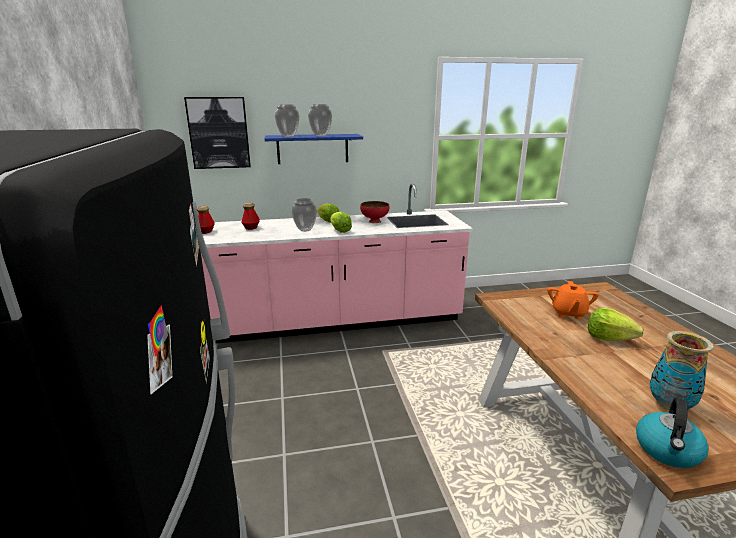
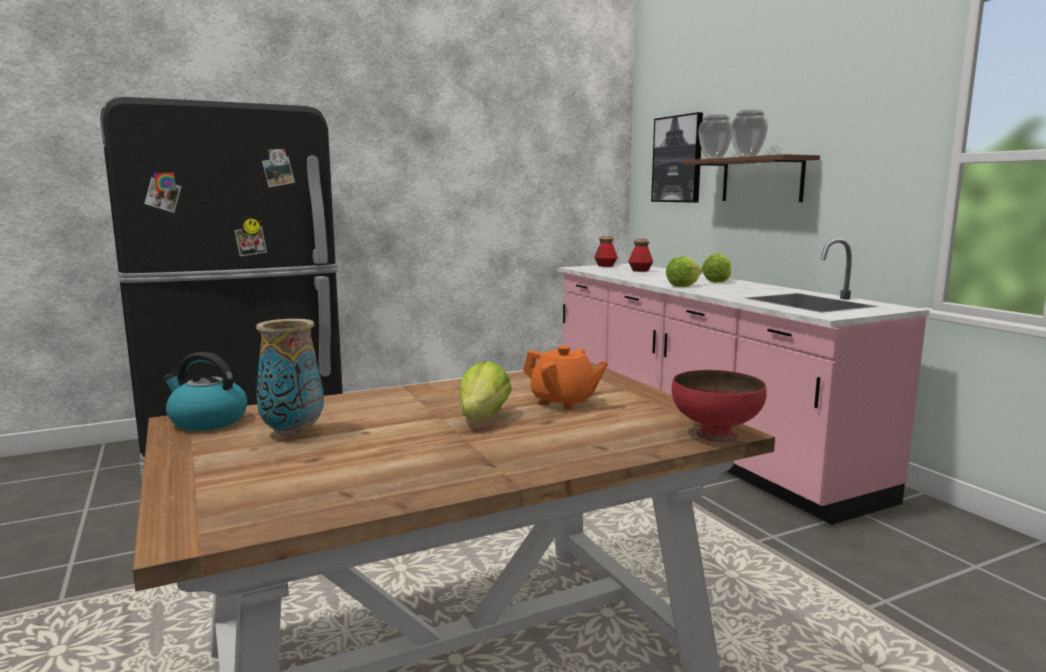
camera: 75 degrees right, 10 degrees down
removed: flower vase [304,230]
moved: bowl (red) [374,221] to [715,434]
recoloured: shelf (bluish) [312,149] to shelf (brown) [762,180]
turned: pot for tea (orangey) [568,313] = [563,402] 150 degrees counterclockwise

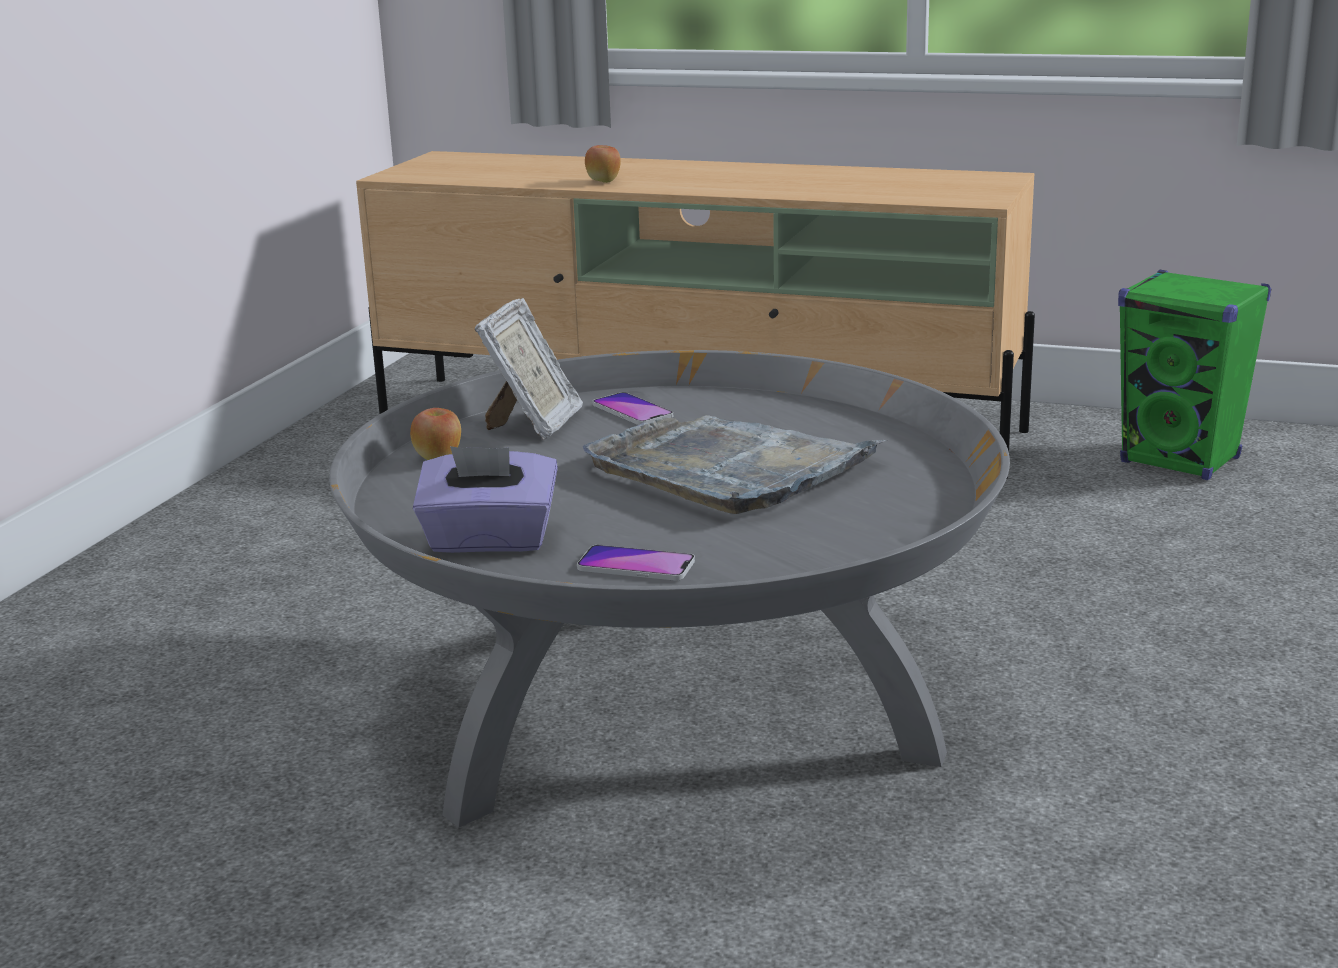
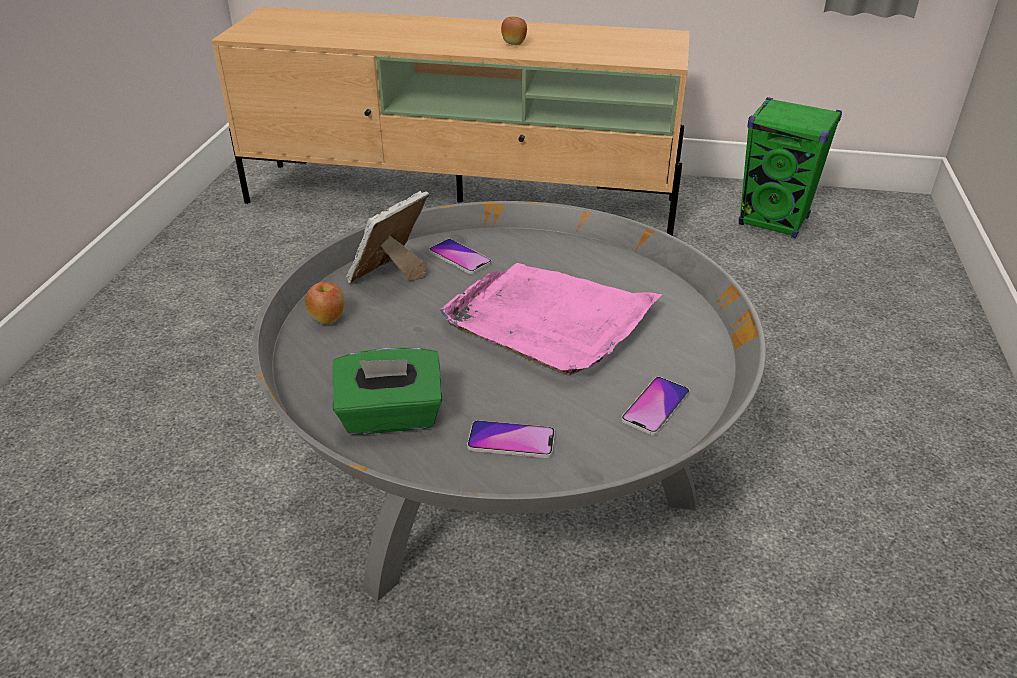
camera: 10 degrees left, 15 degrees up
added: telephone [655,407]
moved: whole apple [603,181] to [514,44]
recoloured: box of tissues (purplish) [489,541] to box of tissues (greenish) [390,417]; tray (gray) [730,469] to tray (pinkish) [549,321]
turned: standing frame [533,424] = [390,276] 150 degrees counterclockwise

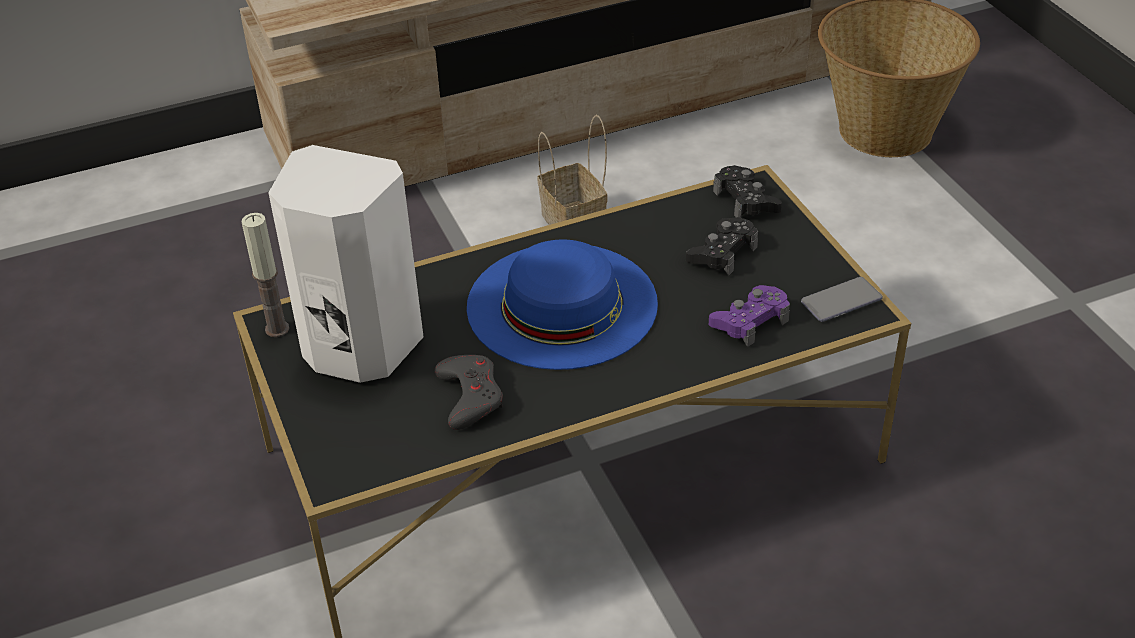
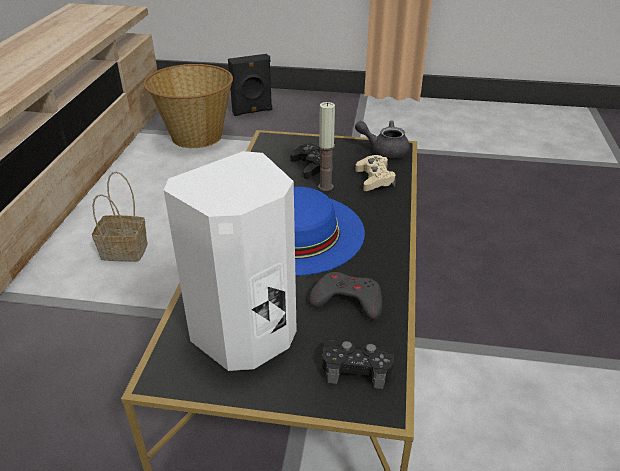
camera: 60 degrees left, 5 degrees down
added: speaker (blackish) [252,111]
moved: wax light [277,329] to [325,186]; joypad (blackish) [746,200] to [357,367]
replaced: telephone [841,301] to pot for tea (gray) [384,150]
recoloured: joypad (purplish) [750,321] to joypad (beige-coloured) [374,179]

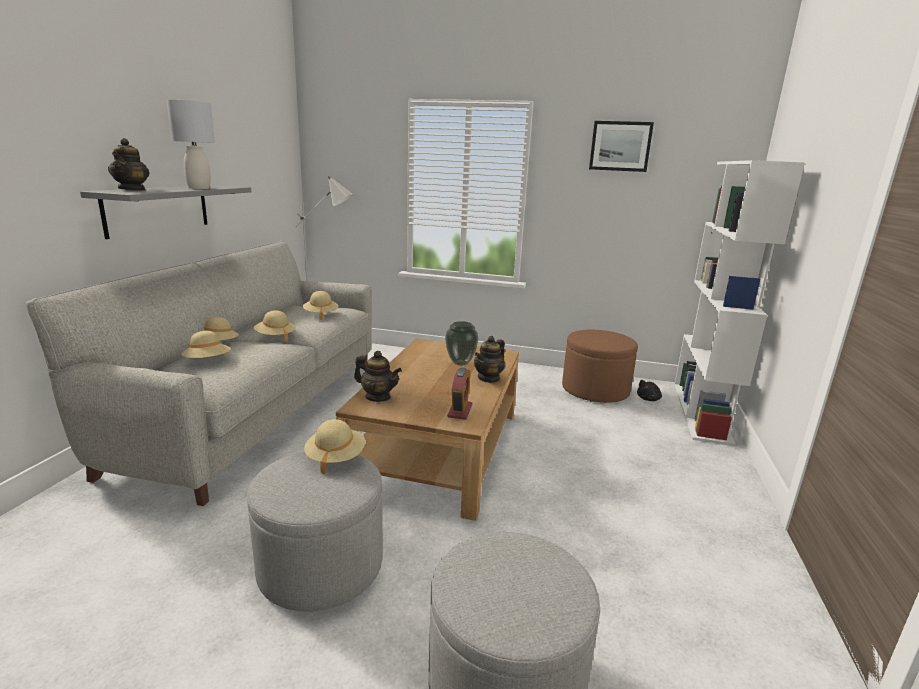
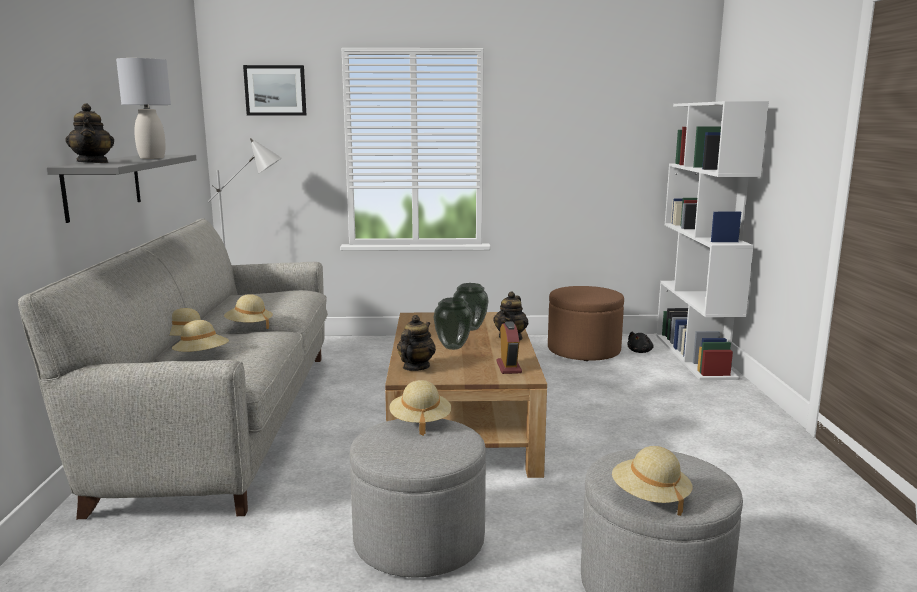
camera: 15 degrees left, 5 degrees down
added: flower vase [453,347]
moved: picture [620,146] to [275,90]; hat (beige-coloured) [321,314] to [650,497]
turned: pot for tea [378,397] = [415,367] 75 degrees counterclockwise

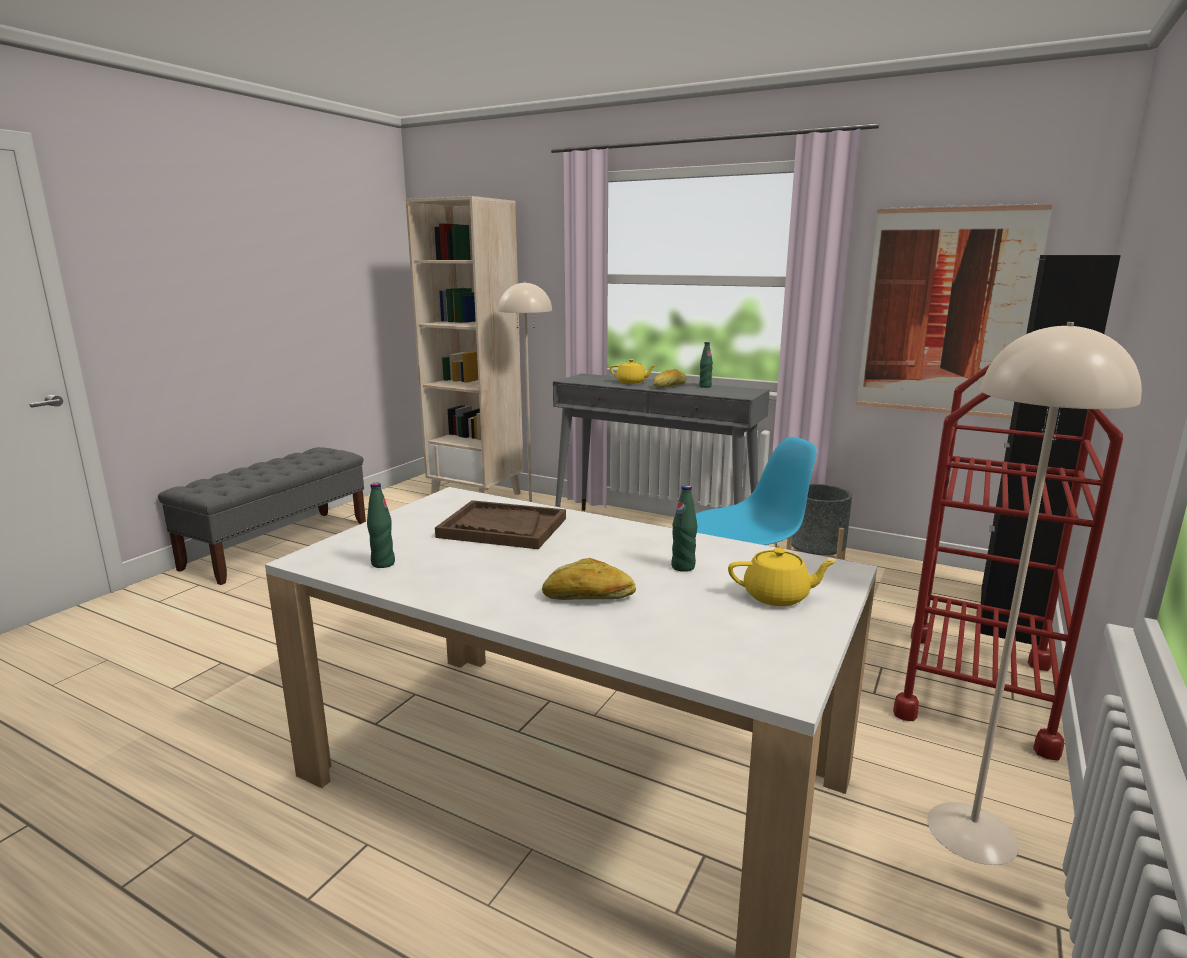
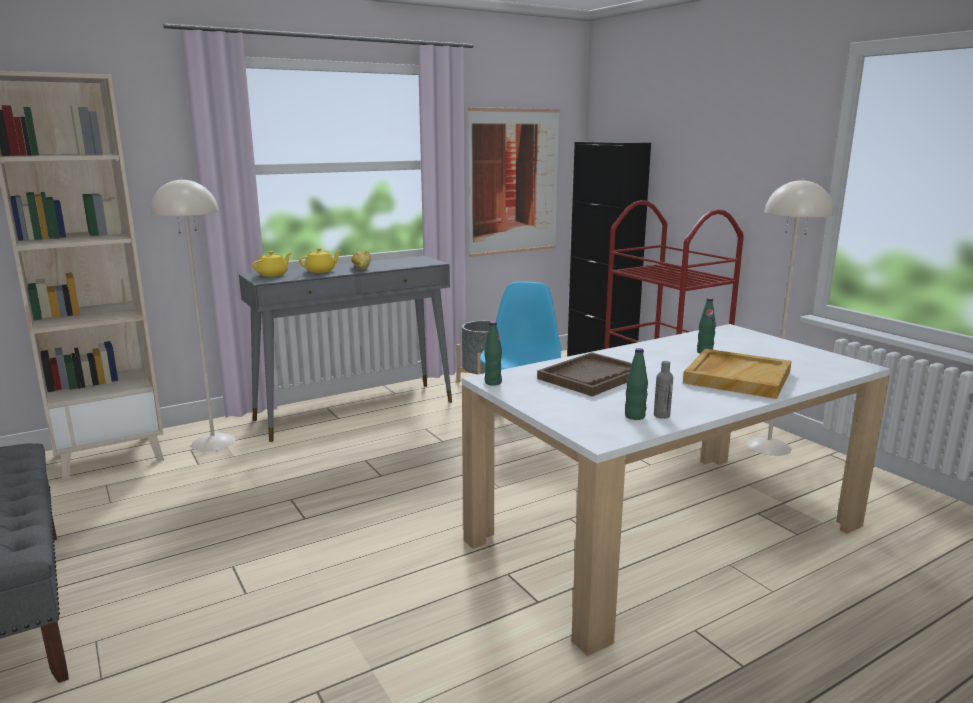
camera: 60 degrees left, 0 degrees up
added: bottle (gray) [661,415]
moved: pot for tea (yellow-coloured) [777,596] to [273,274]; bottle (greenish) [705,386] to [493,382]
replaced: baked bread [588,597] to tray (beige-coloured) [736,377]

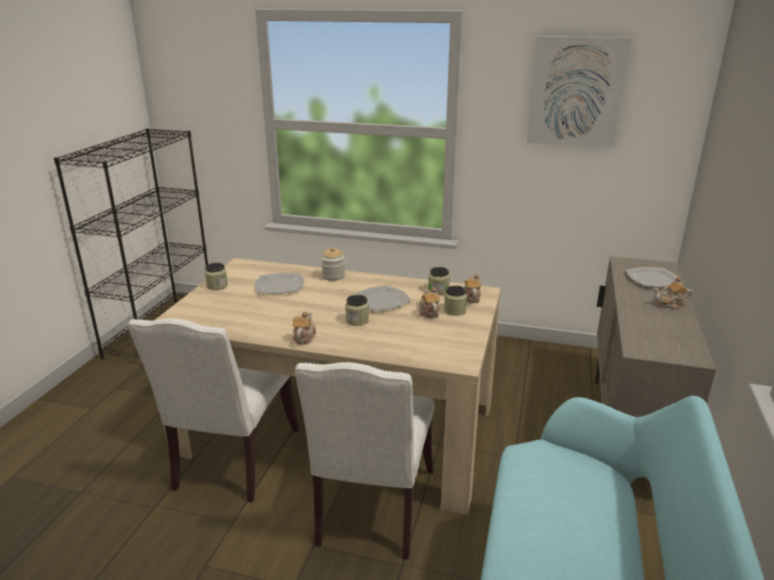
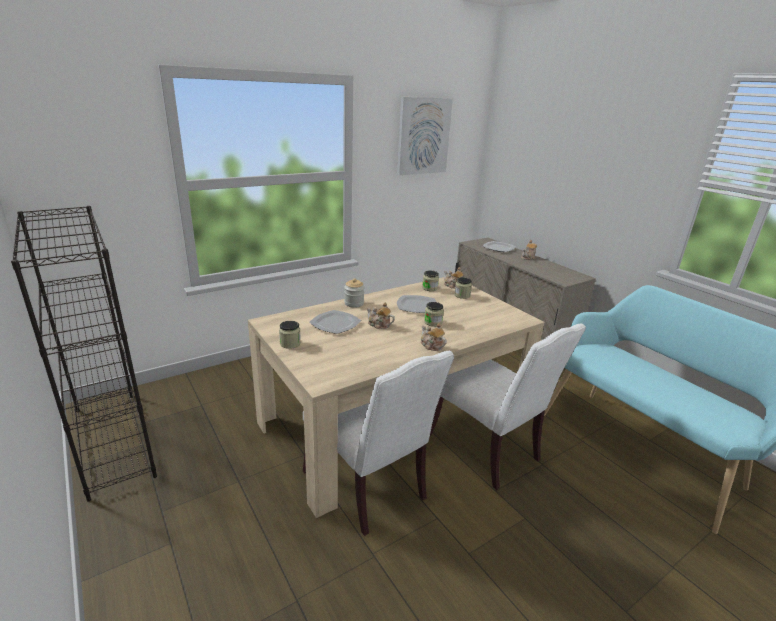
camera: 50 degrees left, 0 degrees up
moved: pot for tea [428,312] to [379,325]

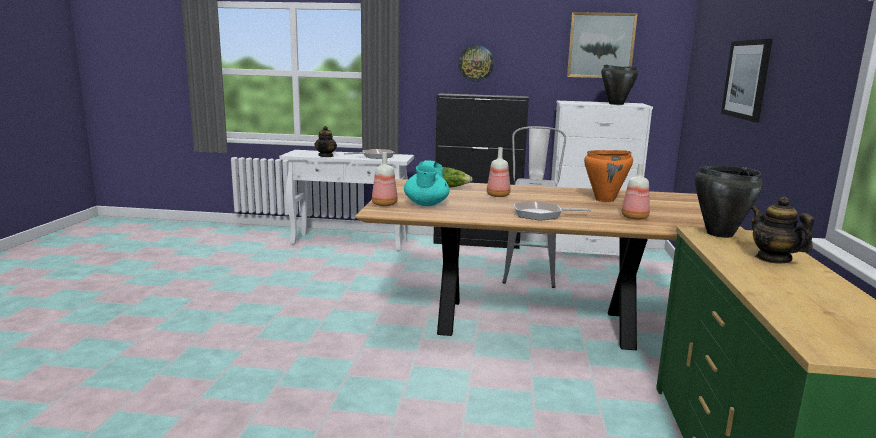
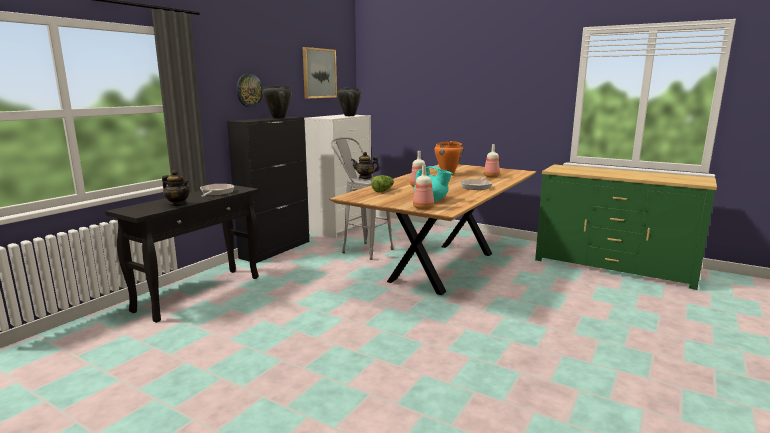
camera: 65 degrees left, 0 degrees up
removed: picture [747,79]
moved: cooking pot (blackish) [719,234] to [278,118]; pot for tea [773,259] to [365,177]
recoloured: narrow table (white) [350,242] to narrow table (blackish) [200,293]

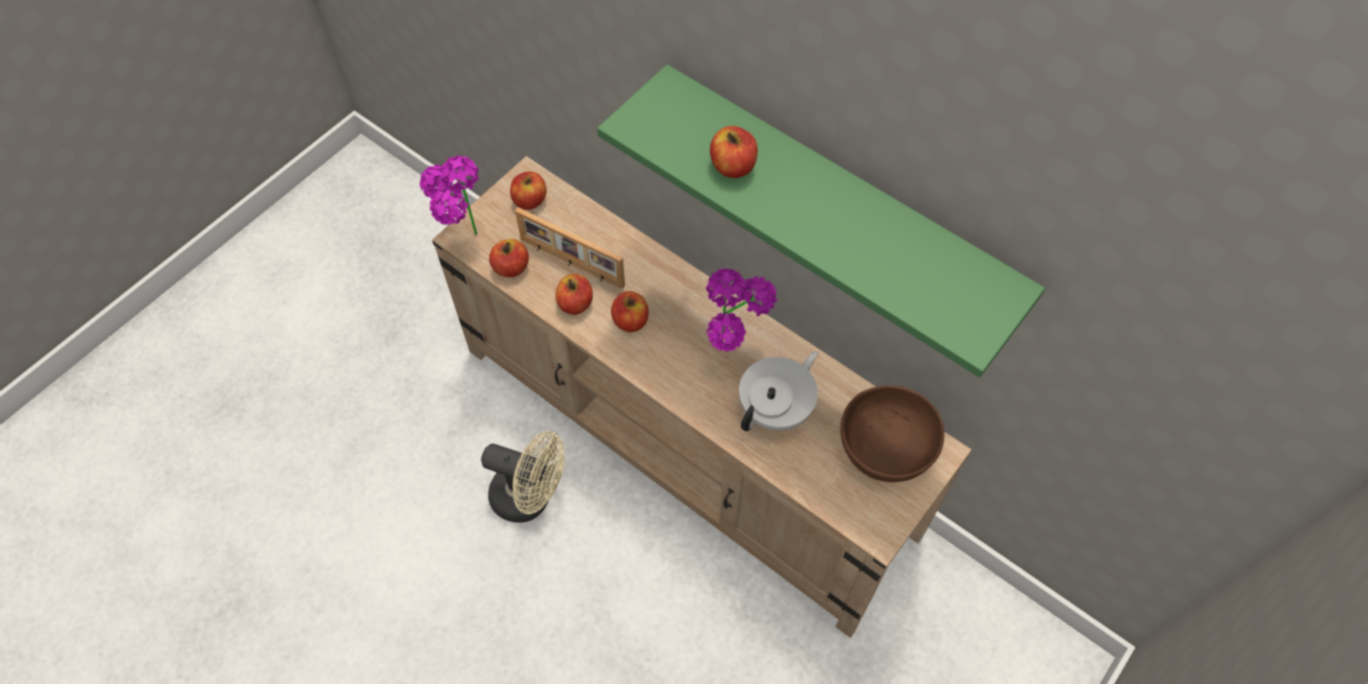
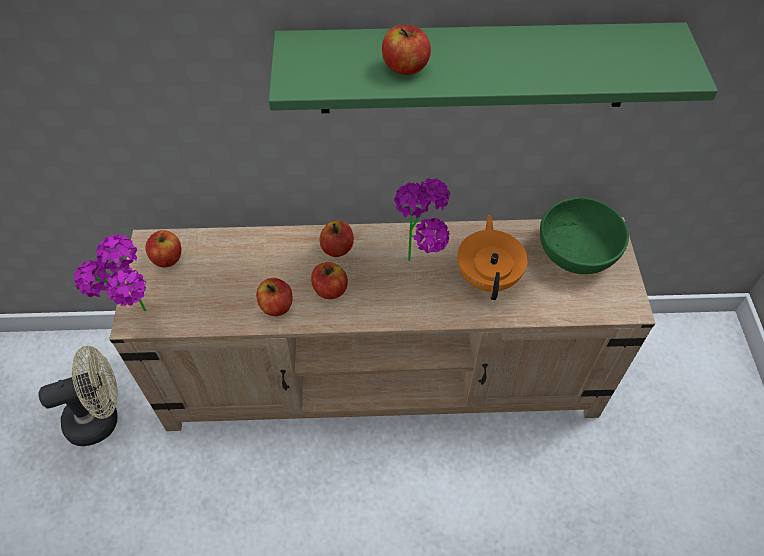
camera: 40 degrees left, 5 degrees down
removed: standing frame [571,263]
moved: cooling fan (beige-coloured) [530,497] to [101,418]; whole apple [511,267] to [337,248]
recoloured: pot for tea (white) [776,409] to pot for tea (orangey) [488,277]; bowl (brown) [885,447] to bowl (greenish) [577,251]

